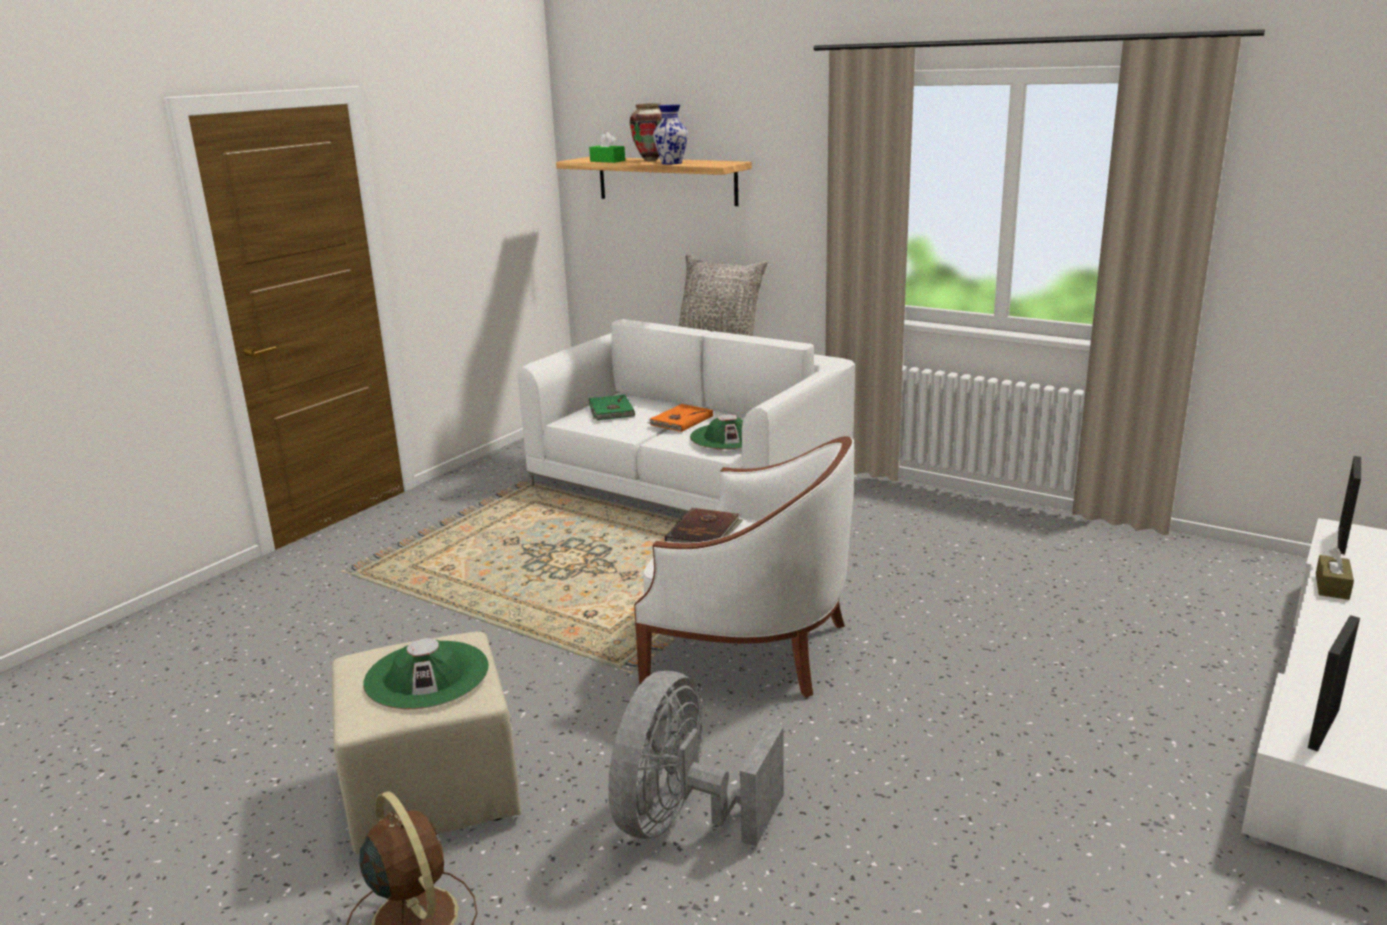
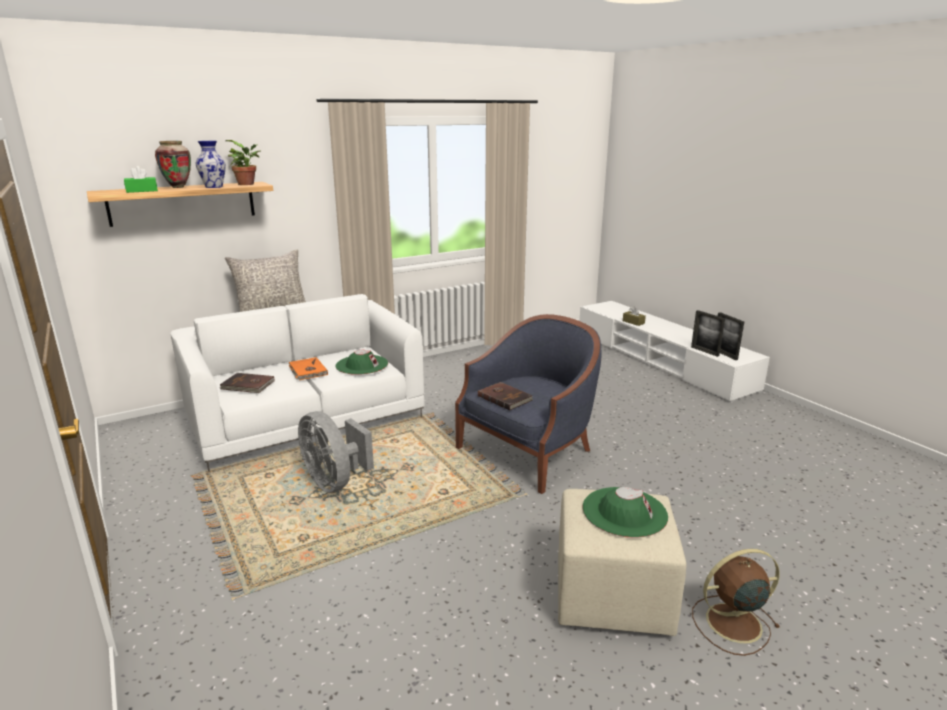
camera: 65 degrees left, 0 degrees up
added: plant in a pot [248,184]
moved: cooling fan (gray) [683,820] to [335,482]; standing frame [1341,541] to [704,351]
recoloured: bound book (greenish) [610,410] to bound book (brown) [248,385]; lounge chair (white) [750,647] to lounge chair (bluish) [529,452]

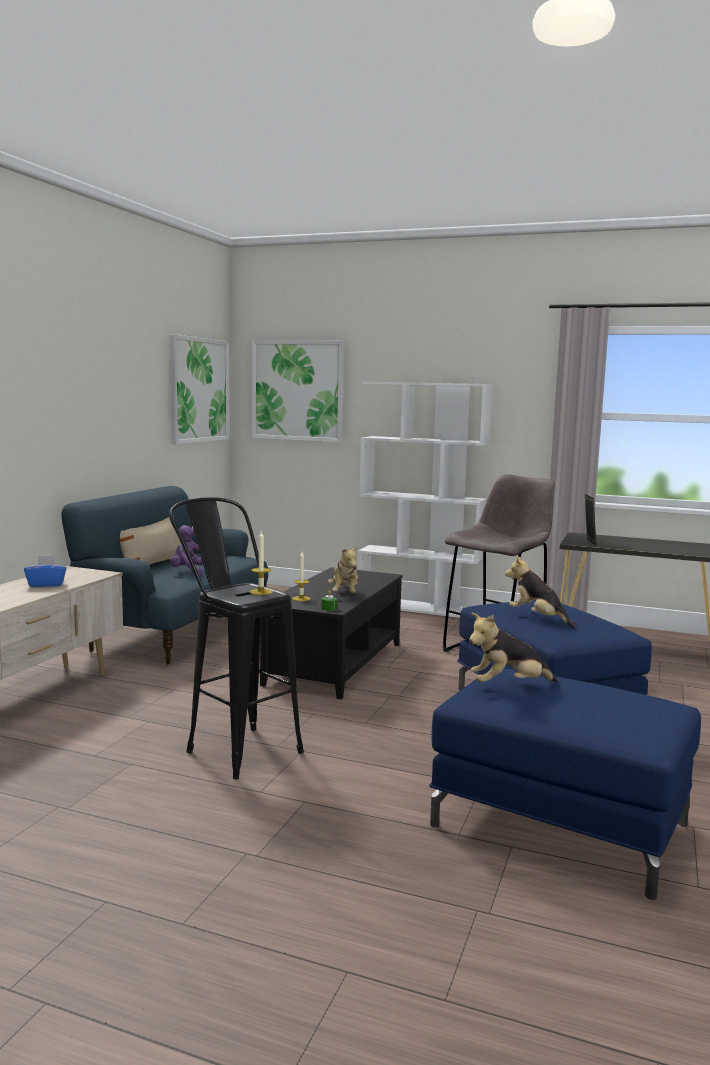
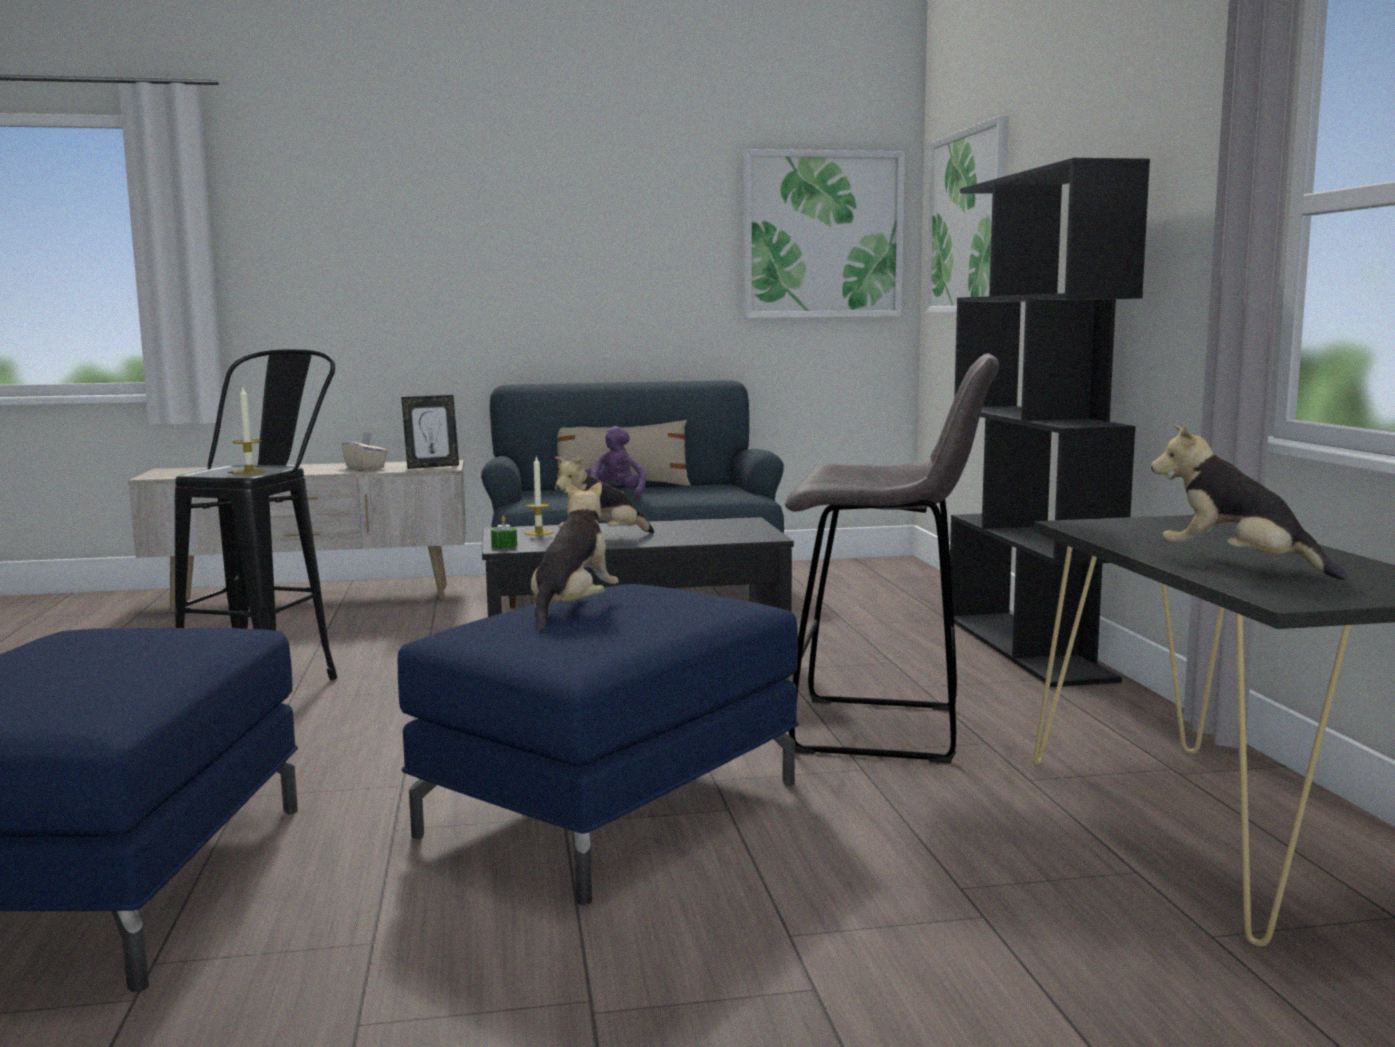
camera: 60 degrees right, 0 degrees up
moved: standing frame [588,542] to [432,466]; plush toy [508,686] to [1238,566]
recoloured: box of tissues (bluish) [46,584] to box of tissues (beige-coloured) [366,467]; bookshelf (white) [419,608] to bookshelf (blackish) [1028,648]

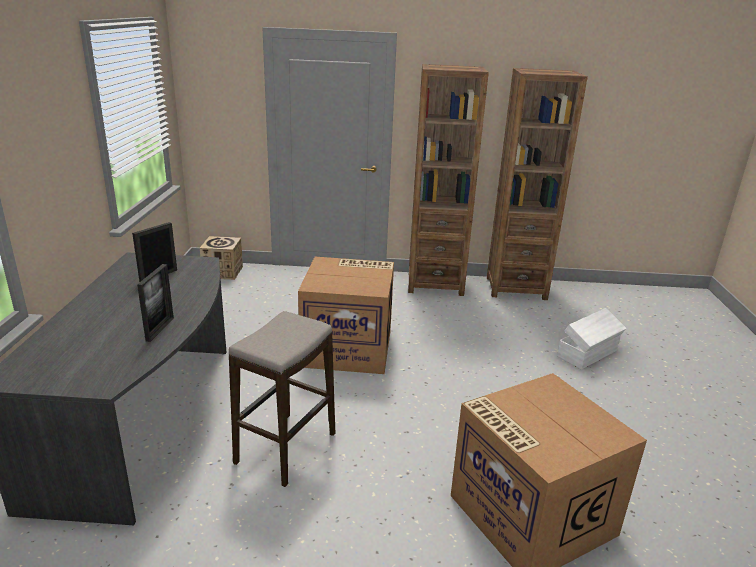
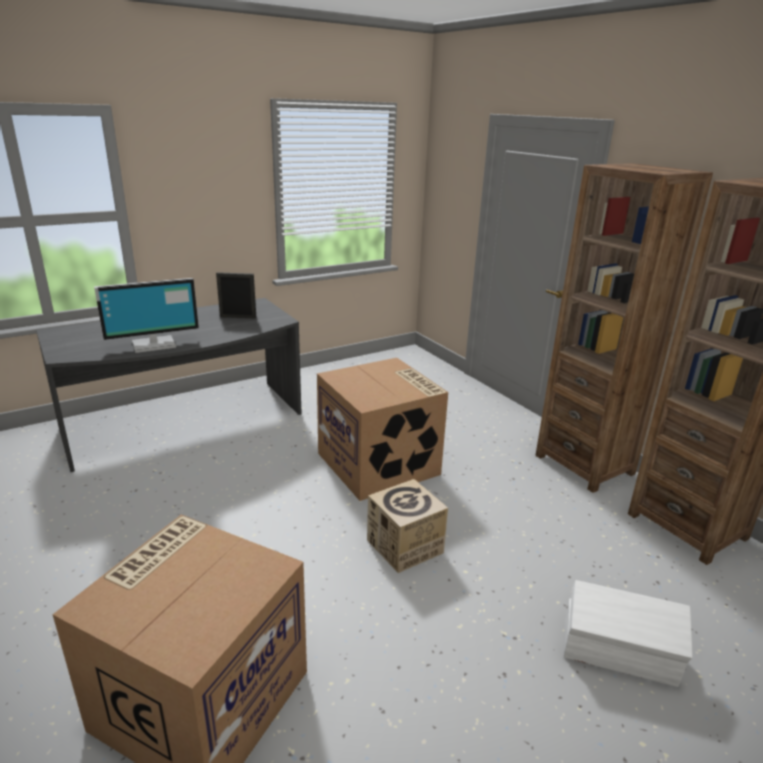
camera: 55 degrees right, 0 degrees up
removed: stool seat [286,448]
moved: packing box [223,272] to [404,546]
replaced: standing frame [160,329] to monitor [154,344]

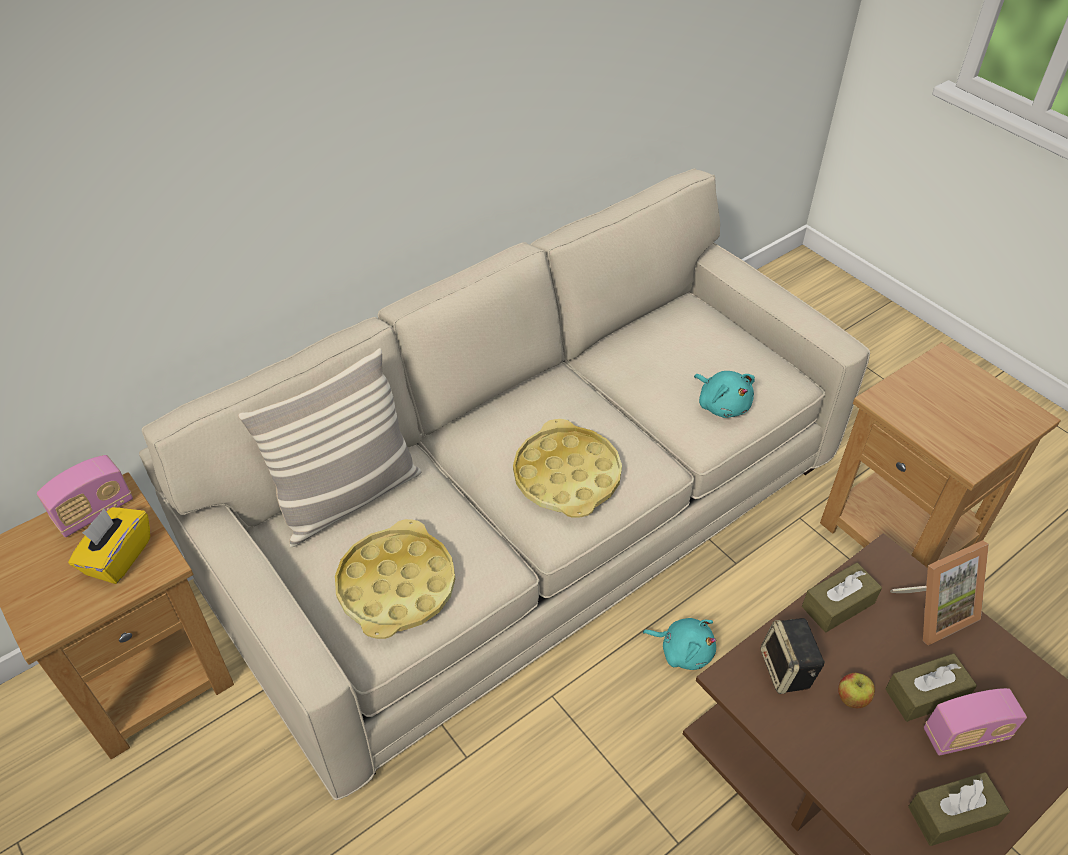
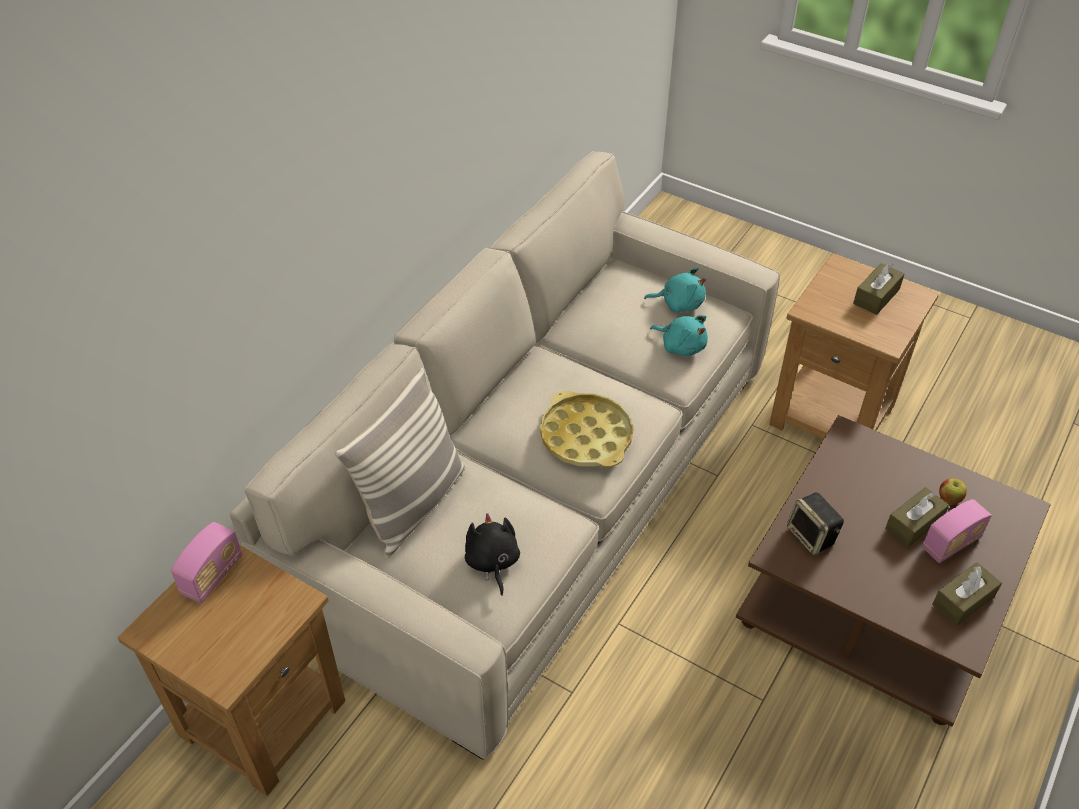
camera: 20 degrees left, 0 degrees up
removed: box of tissues (yellow-coloured) [118,557]; standing frame [934,611]
moved: plush toy (turquoise) [683,651] to [679,303]; box of tissues (brown) [838,605] to [876,296]; whole apple [852,698] to [949,499]
replaced: tray (yellow-coloured) [396,586] to plush toy (blackish) [492,562]

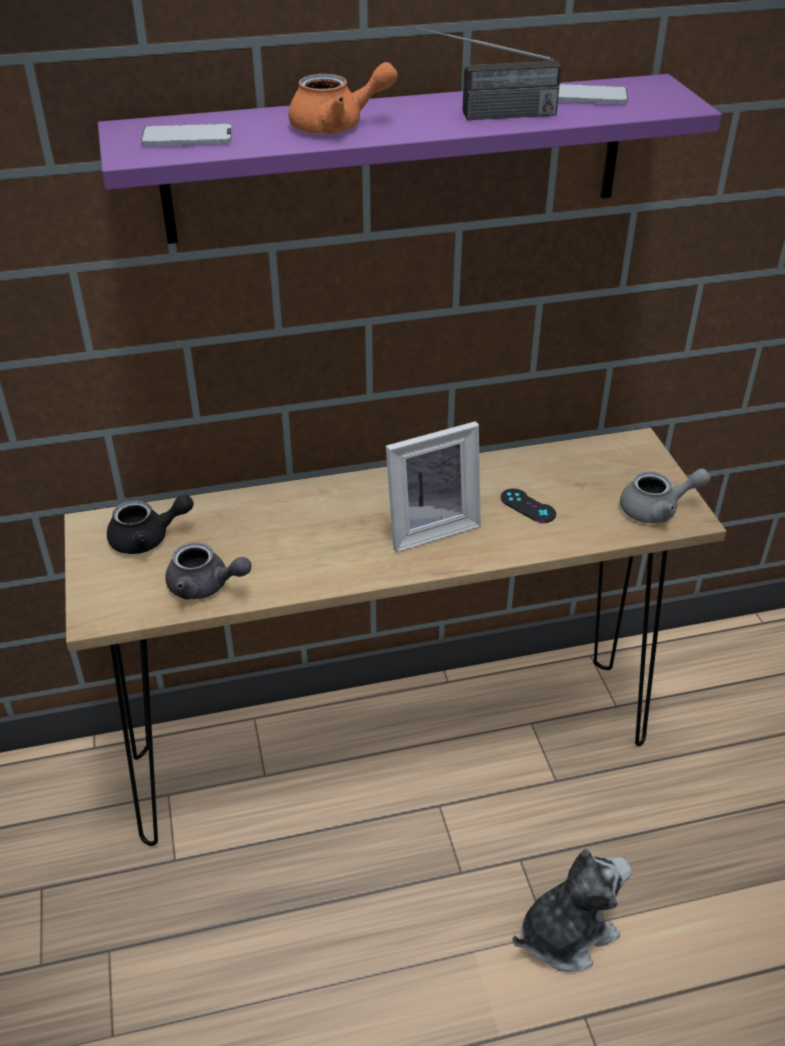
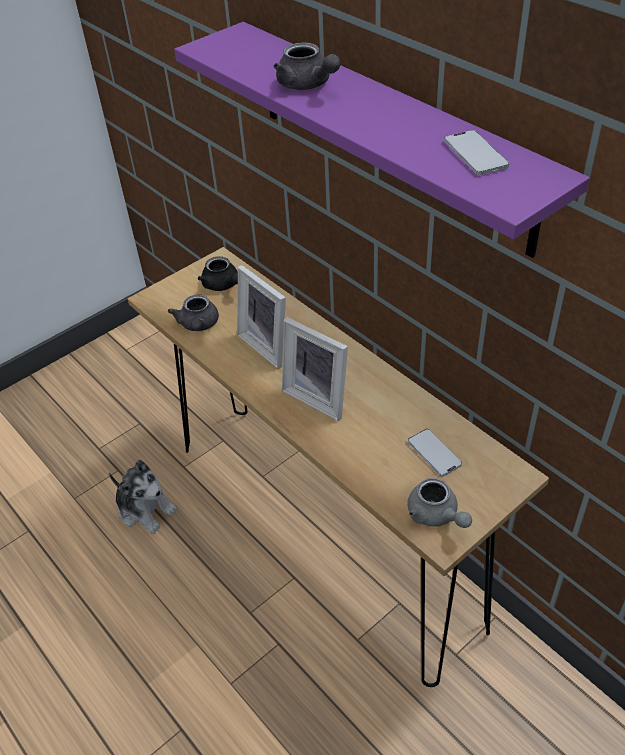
camera: 65 degrees right, 5 degrees up
removed: radio receiver [485,116]; joypad (blackish) [528,506]
added: standing frame [269,345]
moved: plush toy [565,933] to [145,509]; telephone [187,138] to [434,453]
recoloured: pot for tea (orangey) [337,126] to pot for tea (gray) [307,85]

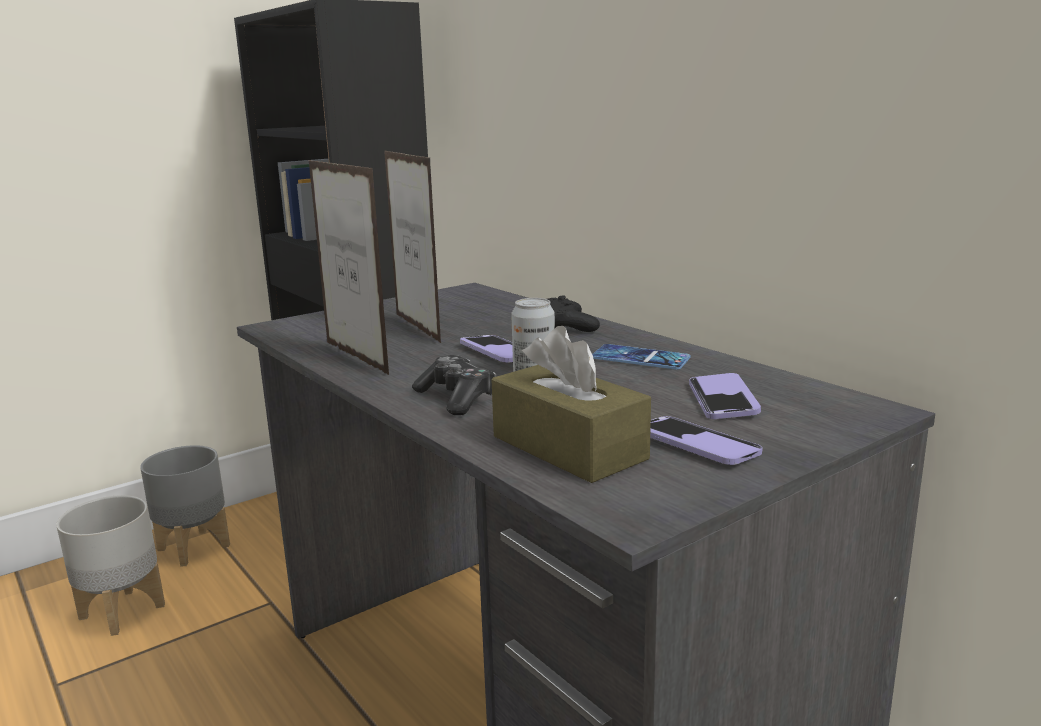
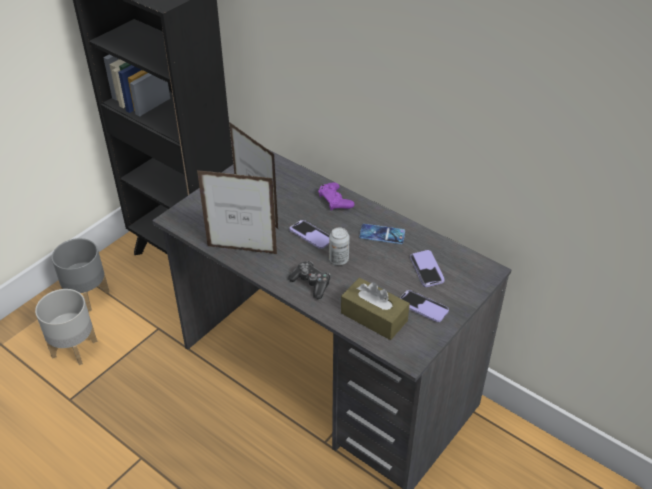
camera: 15 degrees left, 25 degrees up
recoloured: joypad (blackish) [567,325] to joypad (purplish) [335,200]
turned: standing frame [356,357] = [242,250] 150 degrees clockwise

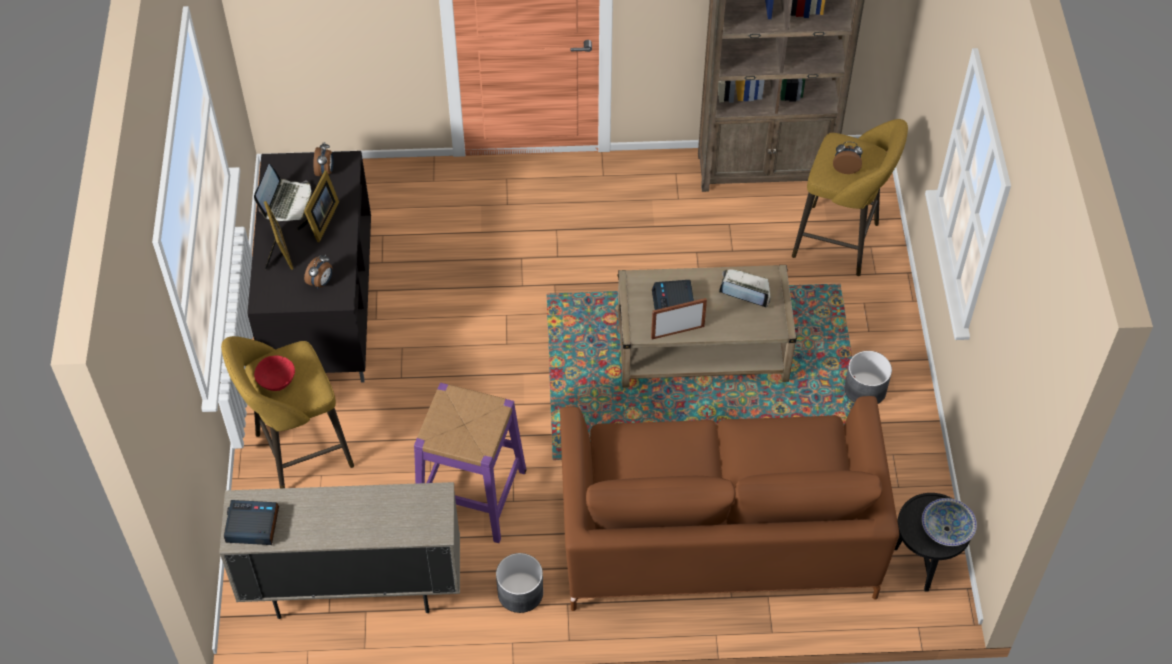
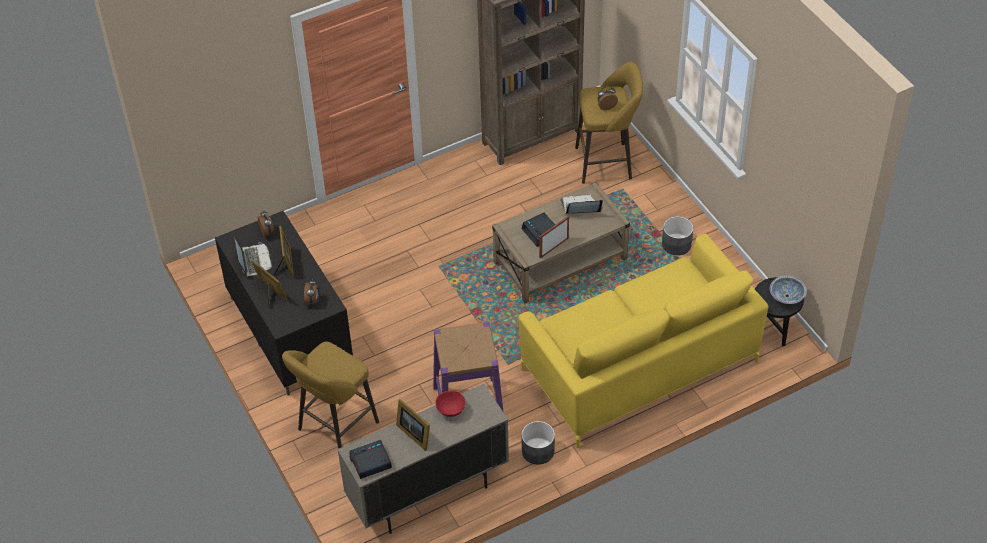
camera: 25 degrees left, 5 degrees down
added: standing frame [414,433]
moved: bowl (red) [276,382] to [451,410]
recoloured: sofa (brown) [717,534] to sofa (yellow-coloured) [639,365]

